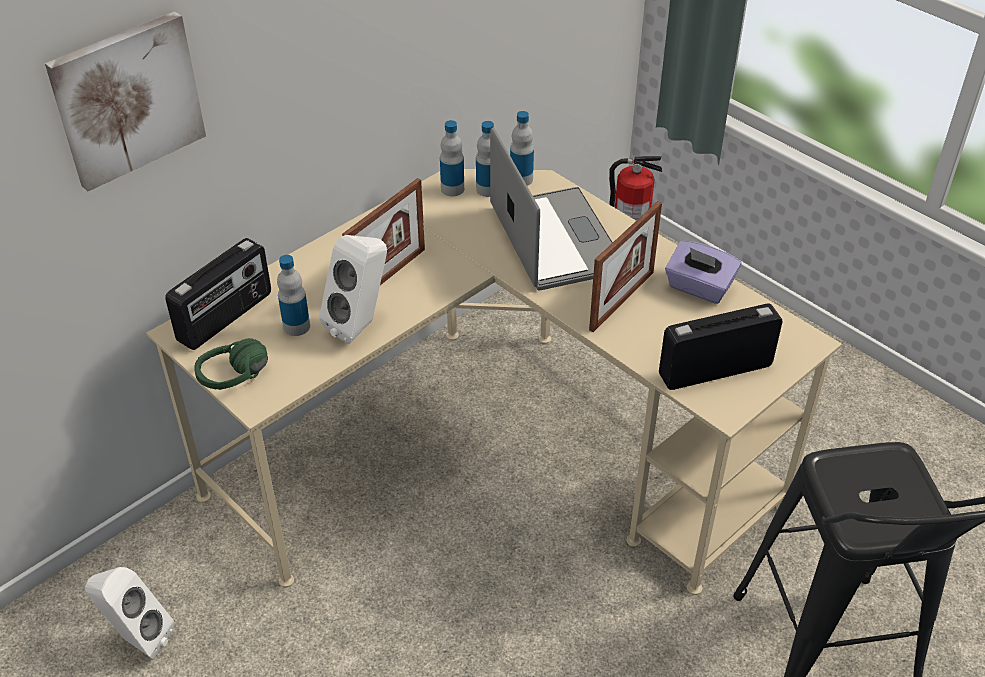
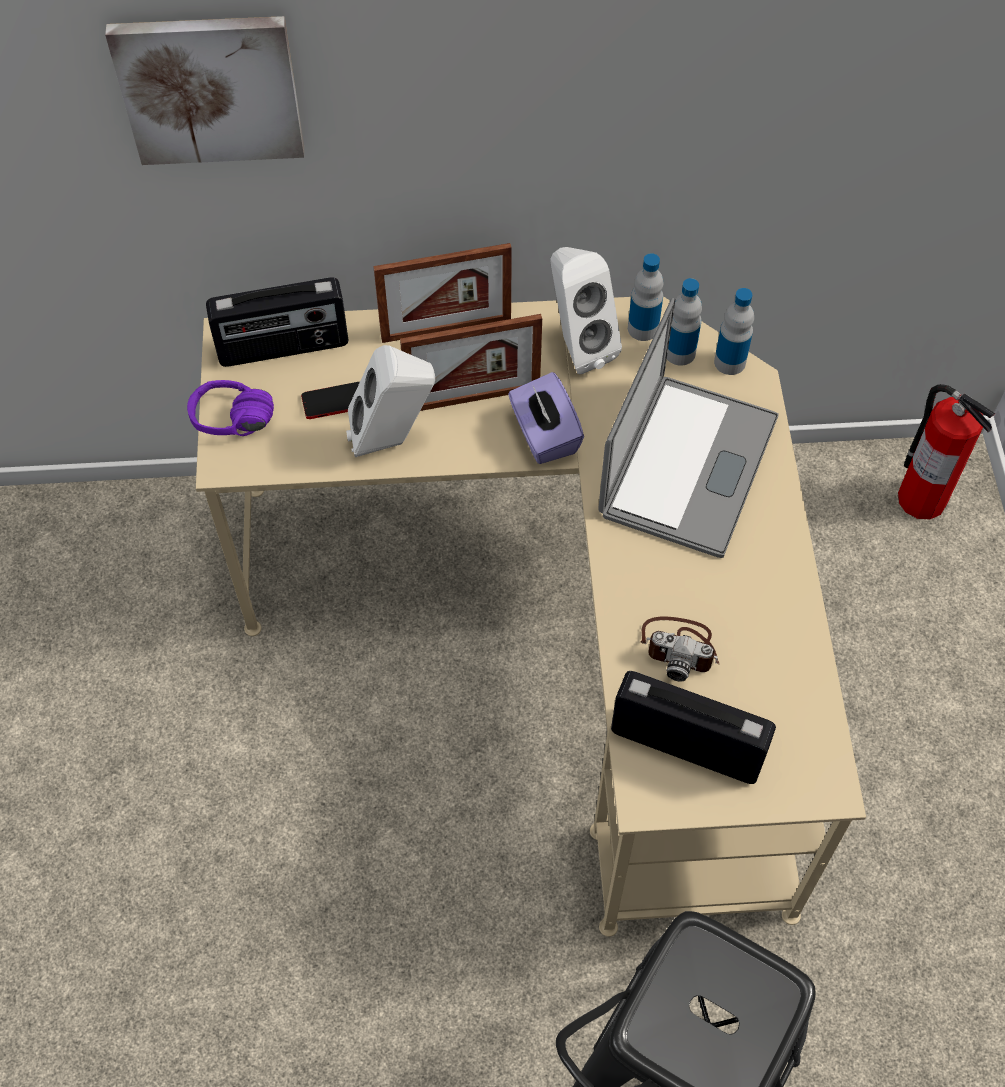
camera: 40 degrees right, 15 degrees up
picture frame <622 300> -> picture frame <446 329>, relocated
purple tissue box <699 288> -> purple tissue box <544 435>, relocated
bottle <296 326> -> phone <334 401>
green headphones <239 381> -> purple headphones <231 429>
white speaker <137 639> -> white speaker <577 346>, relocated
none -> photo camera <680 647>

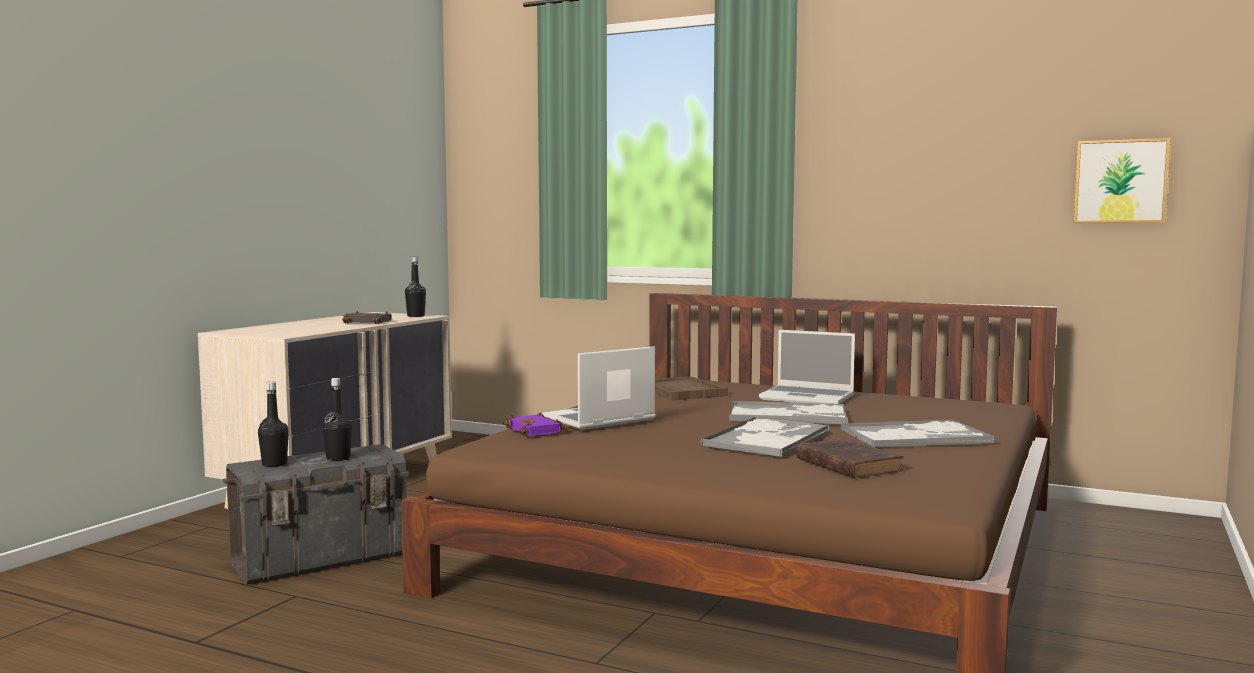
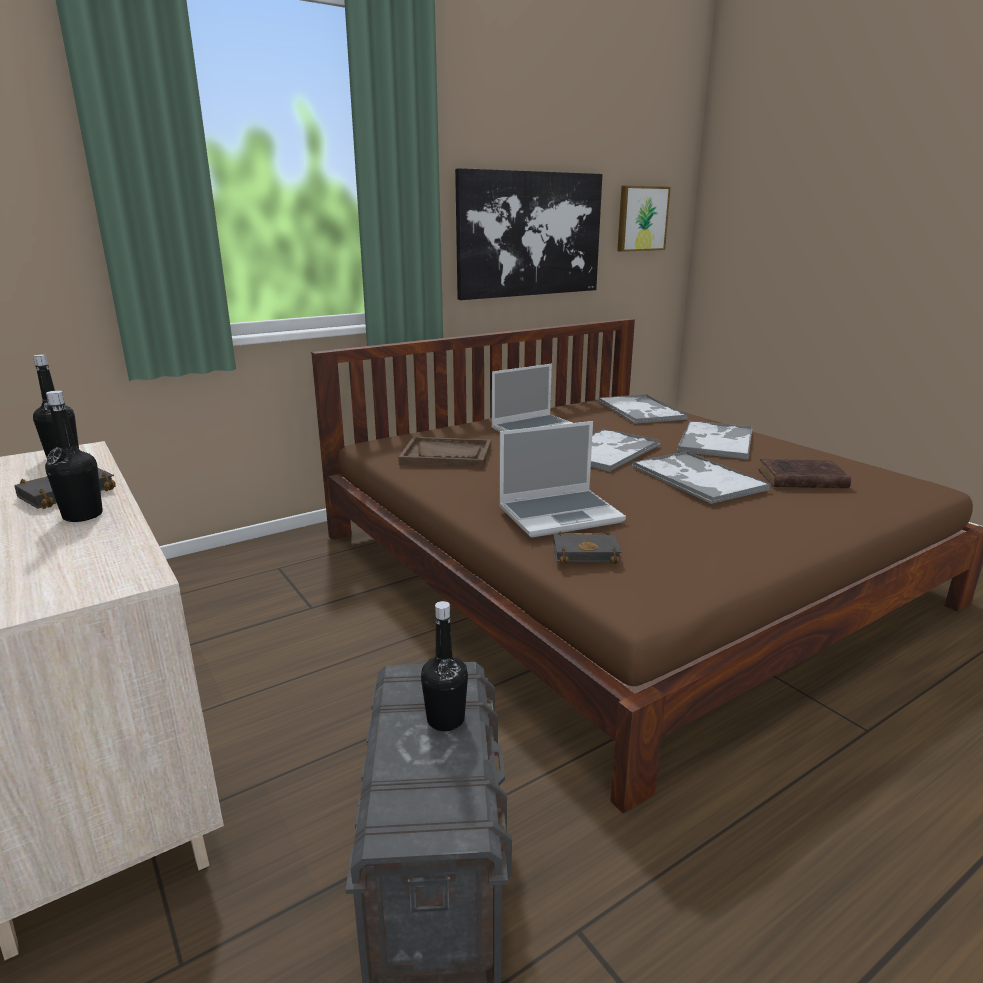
camera: 60 degrees left, 15 degrees up
laptop <598 420> -> laptop <561 514>, 105 degrees counterclockwise
black bottle <274 464> -> black bottle <83 515>, relocated
purple book <536 430> -> black book <587 552>
none -> picture <530 234>
none -> tray <641 410>

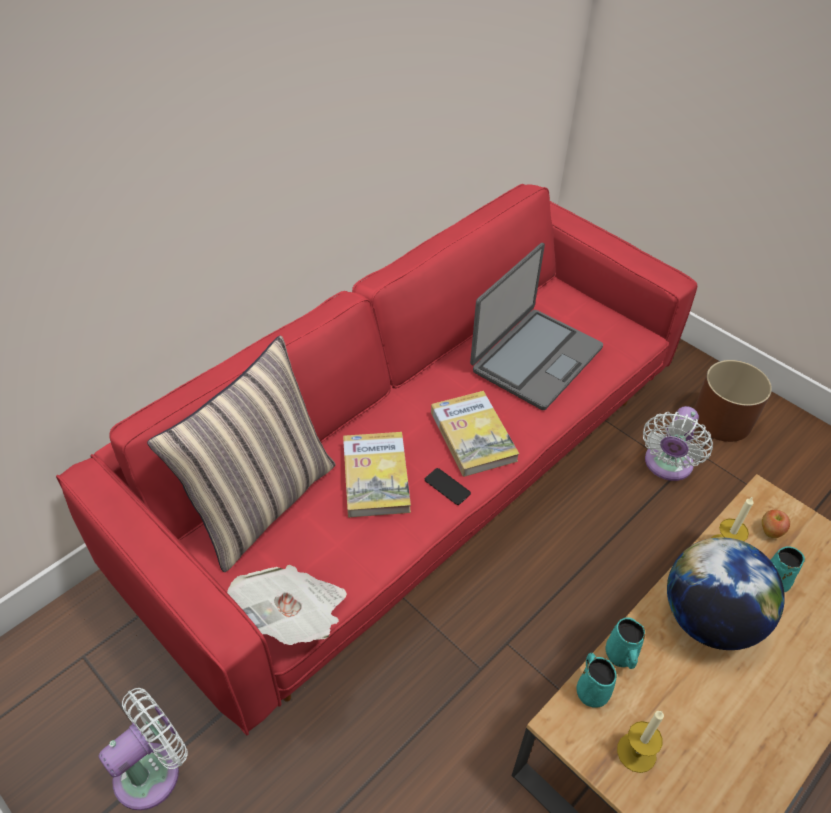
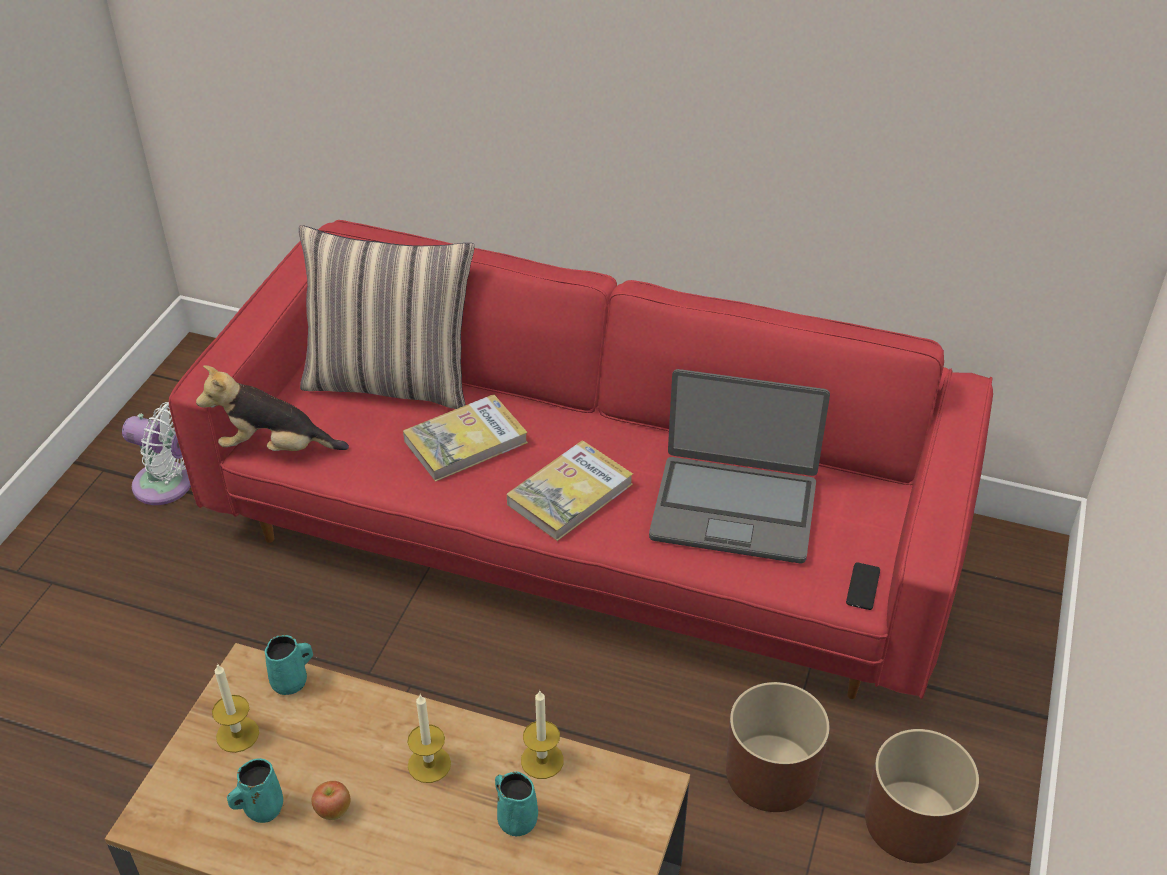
camera: 65 degrees right, 5 degrees down
white fan <666 466> -> brown planter <772 773>
phone <447 487> -> phone <863 586>, relocated
apple <770 531> -> apple <333 810>, relocated
globe <708 619> -> candle <429 764>
newspaper <293 616> -> plush toy <276 448>
turquoise mug <620 656> -> turquoise mug <261 808>, relocated

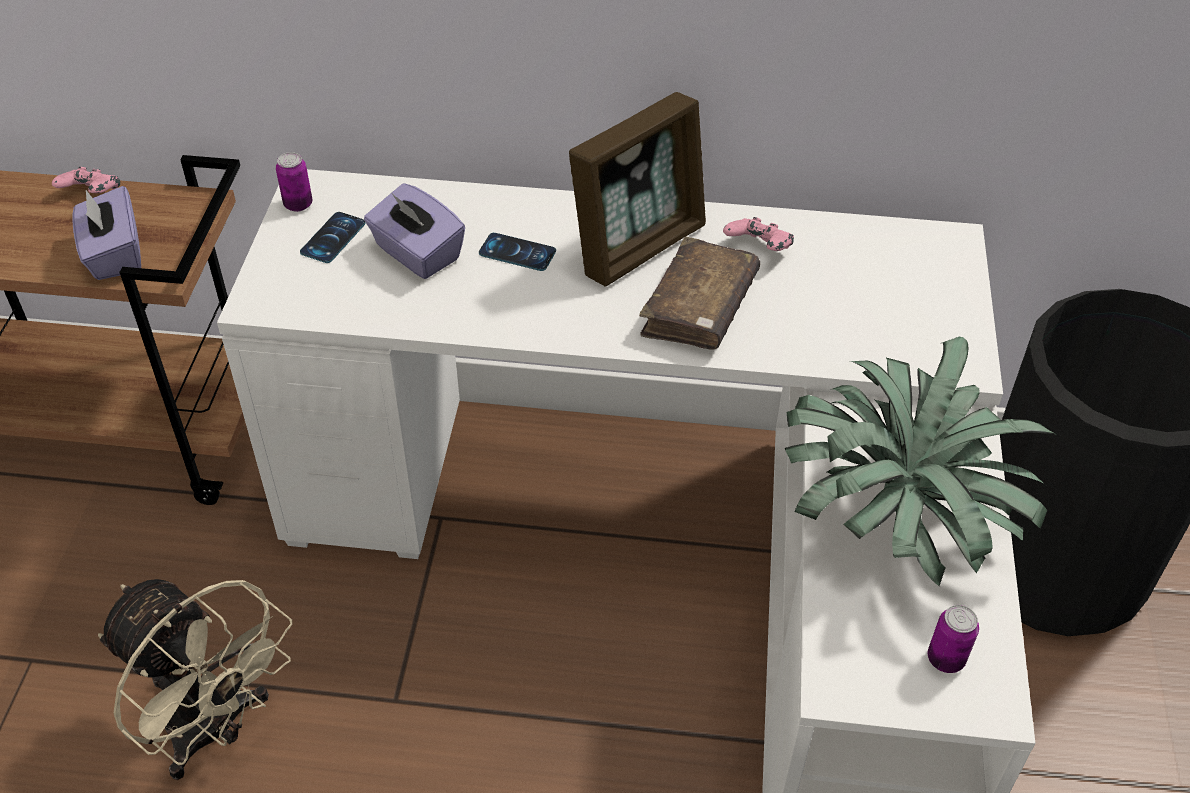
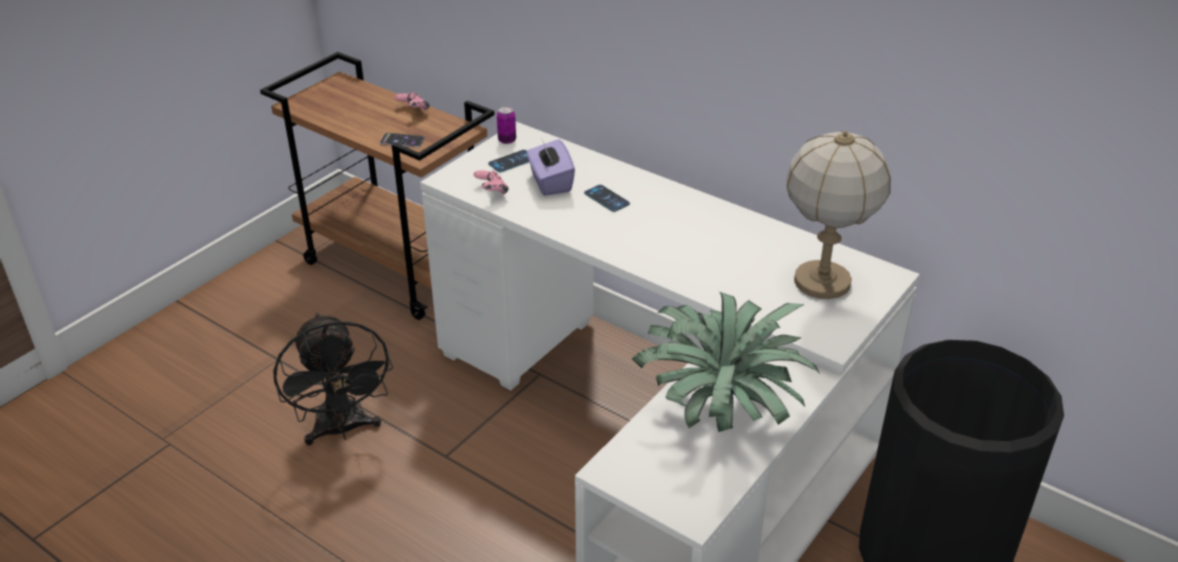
camera: 30 degrees right, 10 degrees down
picture frame <639 246> -> none
purple tissue box <114 255> -> phone <402 140>
pink game controller <758 250> -> pink game controller <491 192>, relocated
brown book <699 308> -> none
beige fan <215 730> -> black fan <342 430>
can <945 659> -> none
none -> table lamp <823 282>

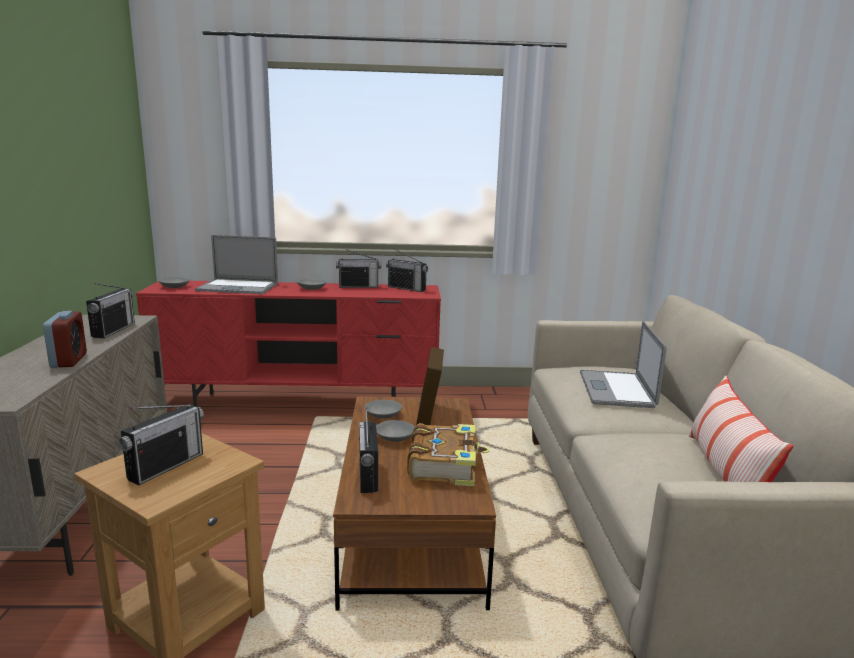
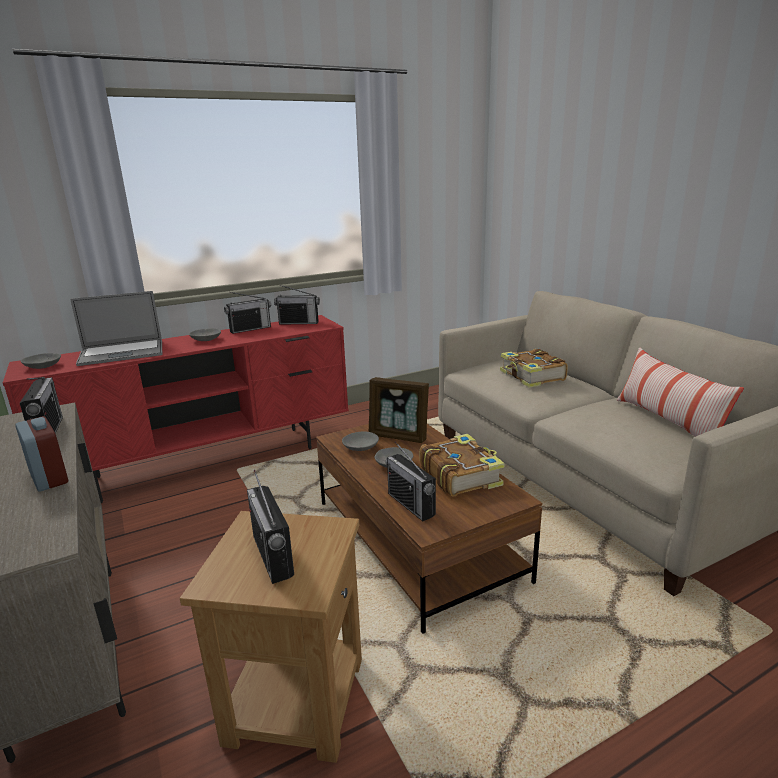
camera: 25 degrees left, 5 degrees up
laptop <616 389> -> book <532 377>
picture frame <429 415> -> picture frame <399 436>, 45 degrees counterclockwise
radio <166 466> -> radio <272 556>, 150 degrees clockwise

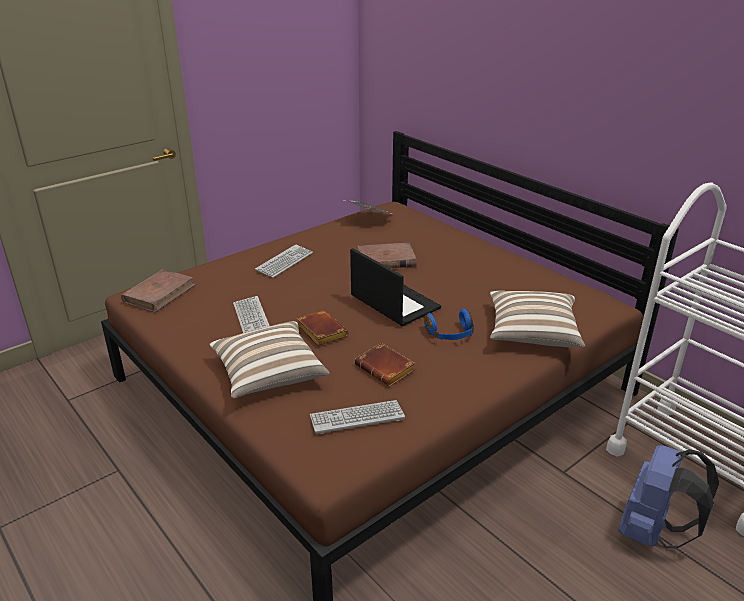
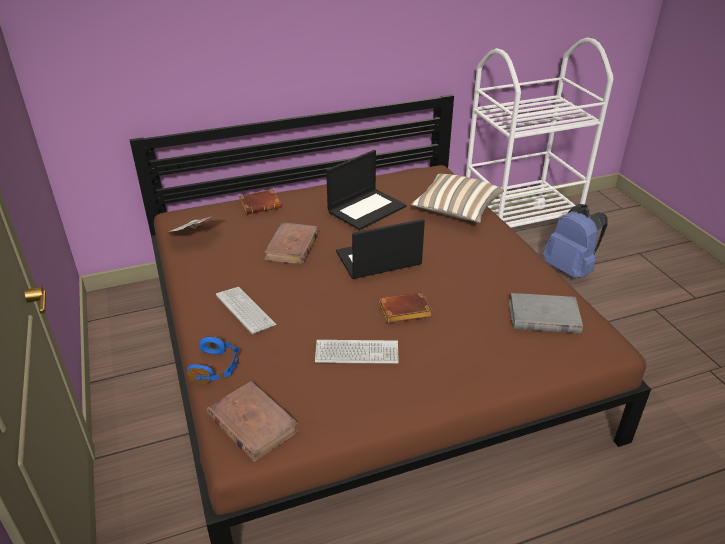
camera: 70 degrees left, 5 degrees up
blue headphones <450 334> -> blue headphones <216 368>, relocated
pillow <268 374> -> none
brown book <387 369> -> brown book <261 205>, relocated
keyboard <357 417> -> grey book <543 317>
none -> laptop <367 208>

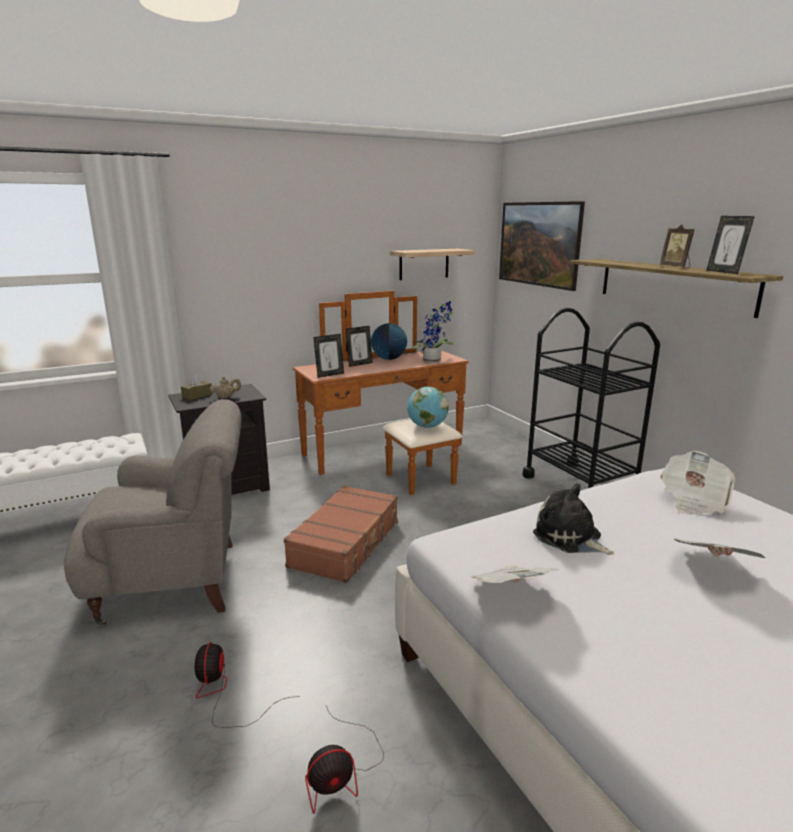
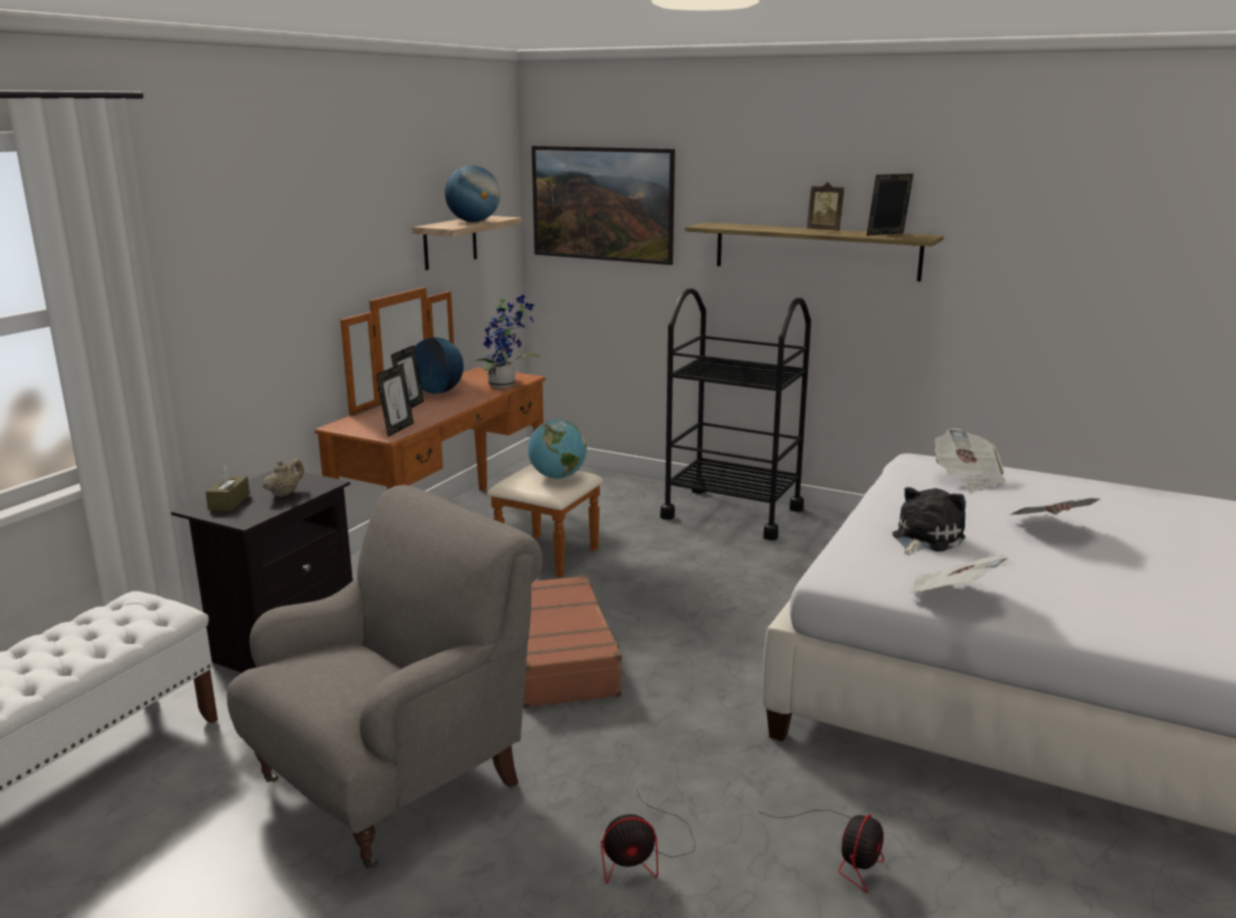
camera: 35 degrees left, 0 degrees up
picture frame <724 272> -> picture frame <887 234>, 120 degrees clockwise
plush toy <570 538> -> plush toy <924 539>, 120 degrees clockwise
fan <224 694> -> fan <643 854>, 60 degrees counterclockwise
none -> globe <473 221>

